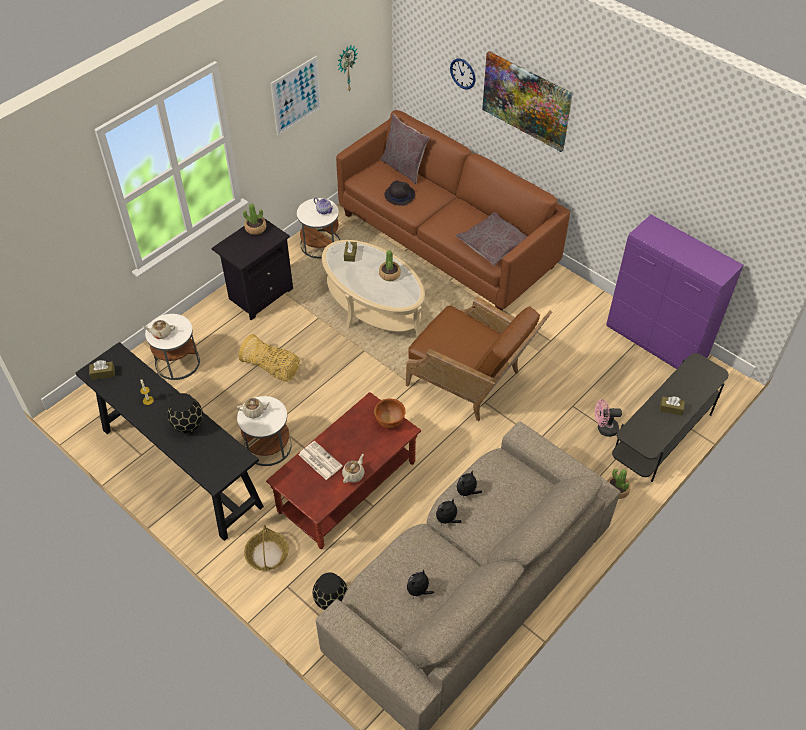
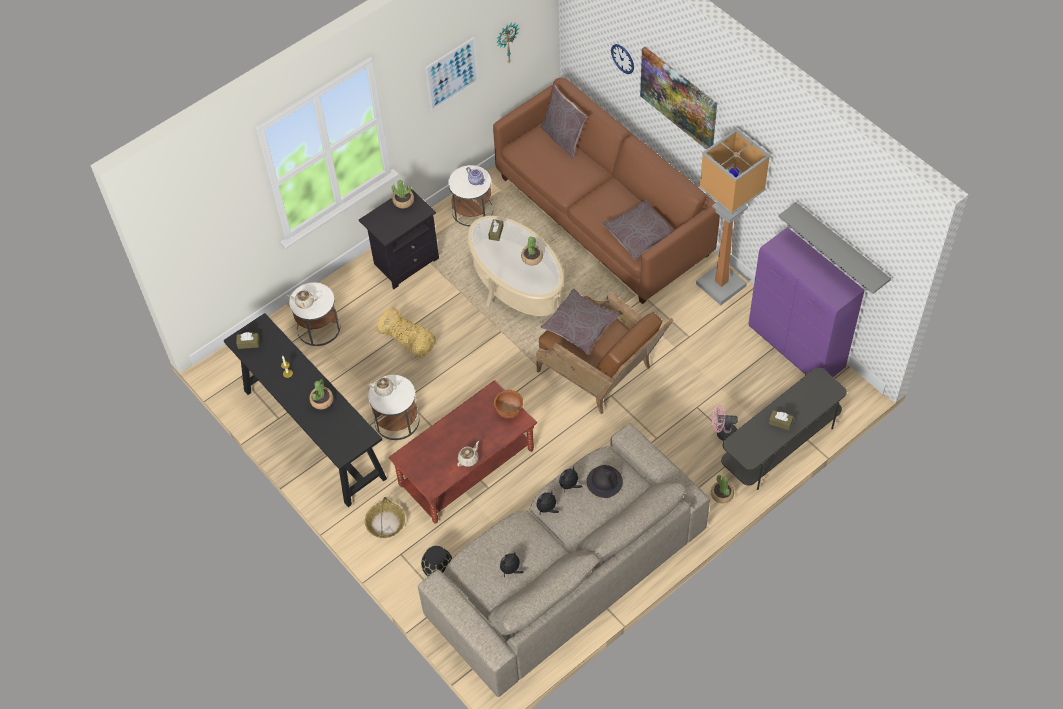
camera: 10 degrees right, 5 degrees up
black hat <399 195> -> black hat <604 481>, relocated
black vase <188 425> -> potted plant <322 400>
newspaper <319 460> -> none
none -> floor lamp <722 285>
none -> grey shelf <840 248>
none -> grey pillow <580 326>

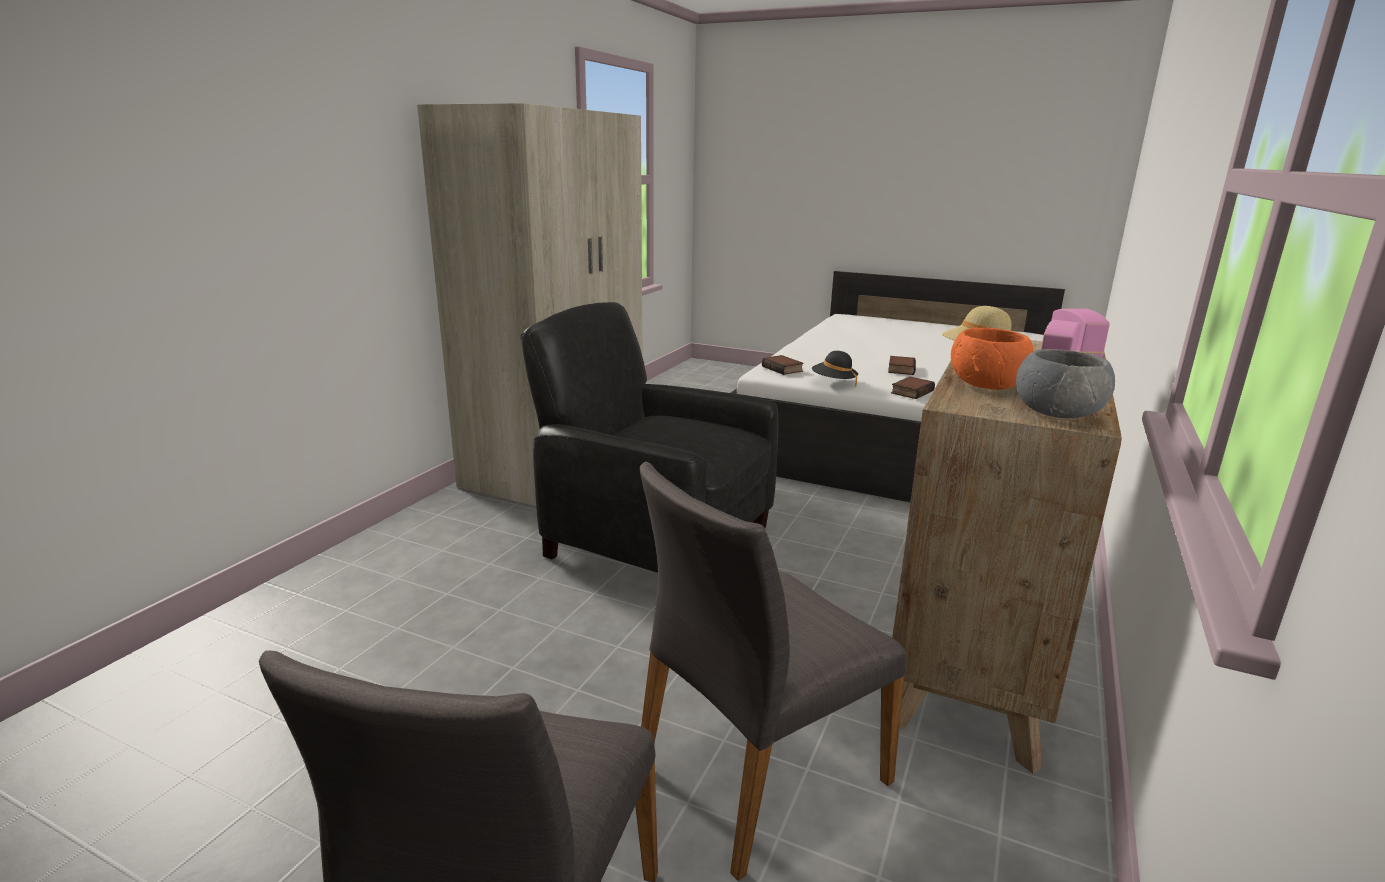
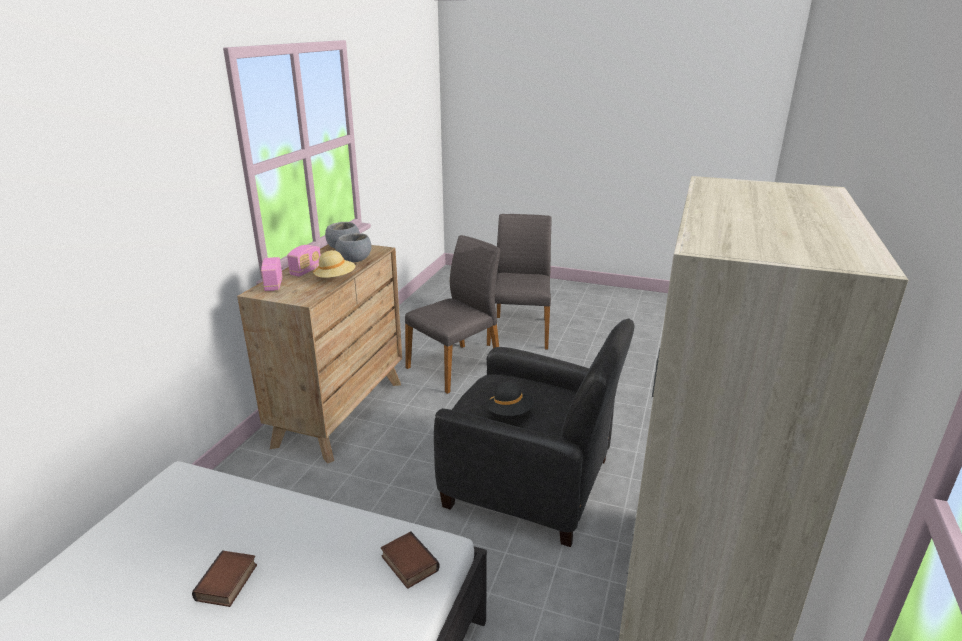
camera: 175 degrees right, 5 degrees up
orange bowl <986 385> -> grey bowl <354 260>
black hat <833 382> -> black hat <510 413>, relocated
book <911 391> -> none

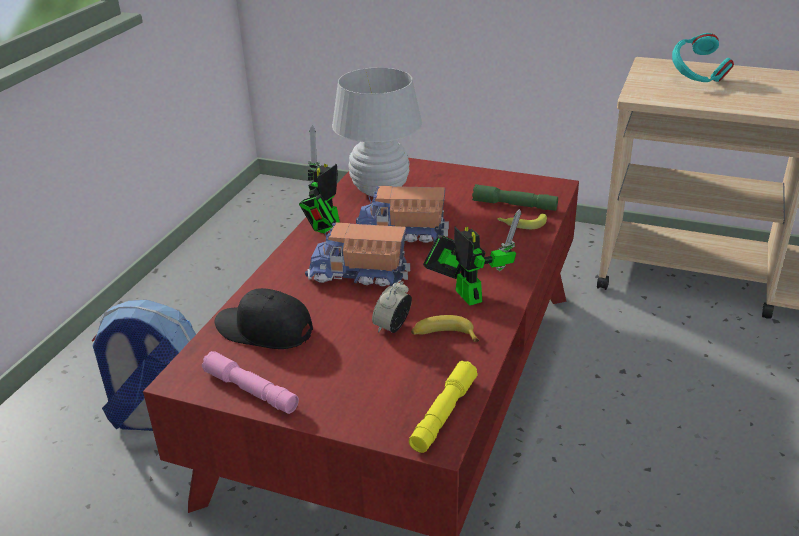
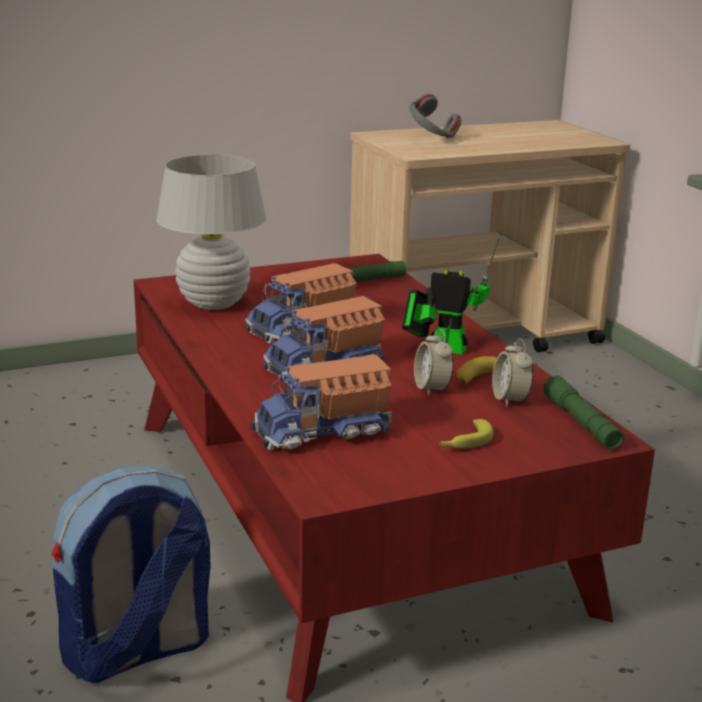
camera: 45 degrees left, 10 degrees down
turquoise headphones <696 79> -> grey headphones <432 139>
toy robot <324 228> -> none
banana <521 224> -> banana <464 442>, relocated
black cap <264 330> -> toy truck <324 431>
pink flashlight <251 391> -> none
yellow flashlight <443 414> -> green flashlight <581 423>
none -> alarm clock <510 399>

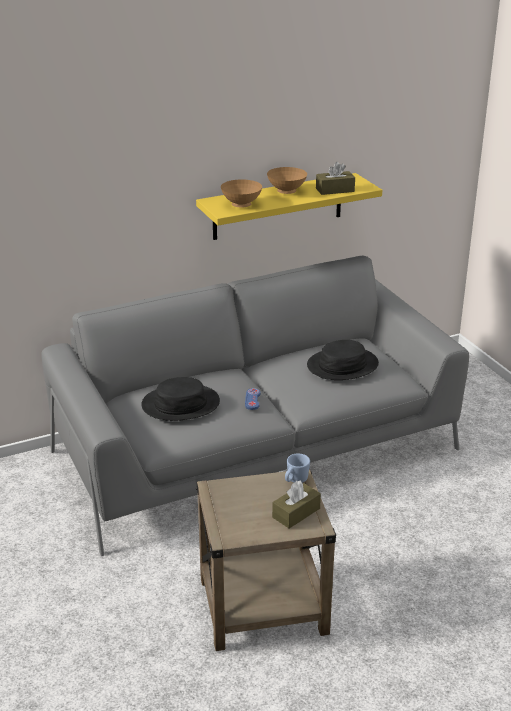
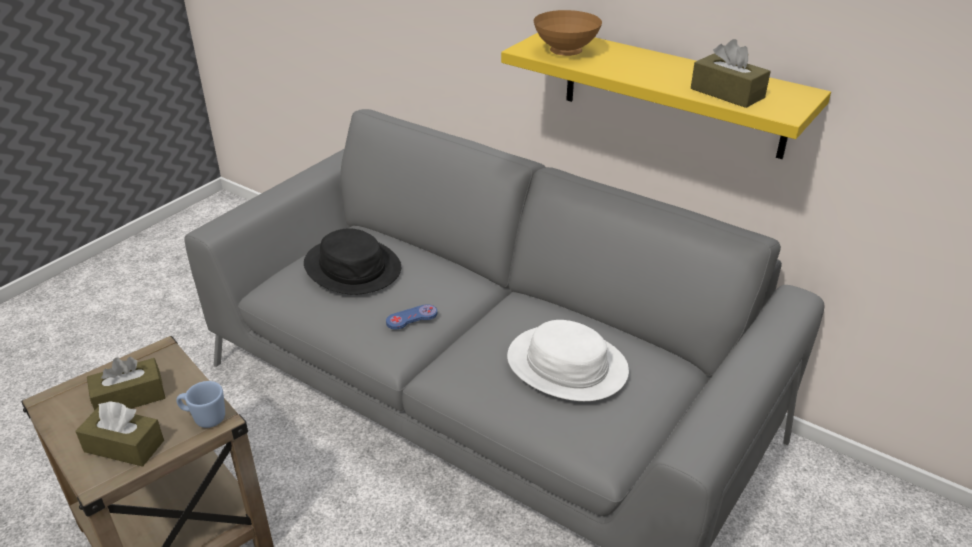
camera: 60 degrees right, 5 degrees up
brown bowl <287 192> -> none
black hat <342 365> -> white hat <566 365>
none -> brown tissue box <130 398>

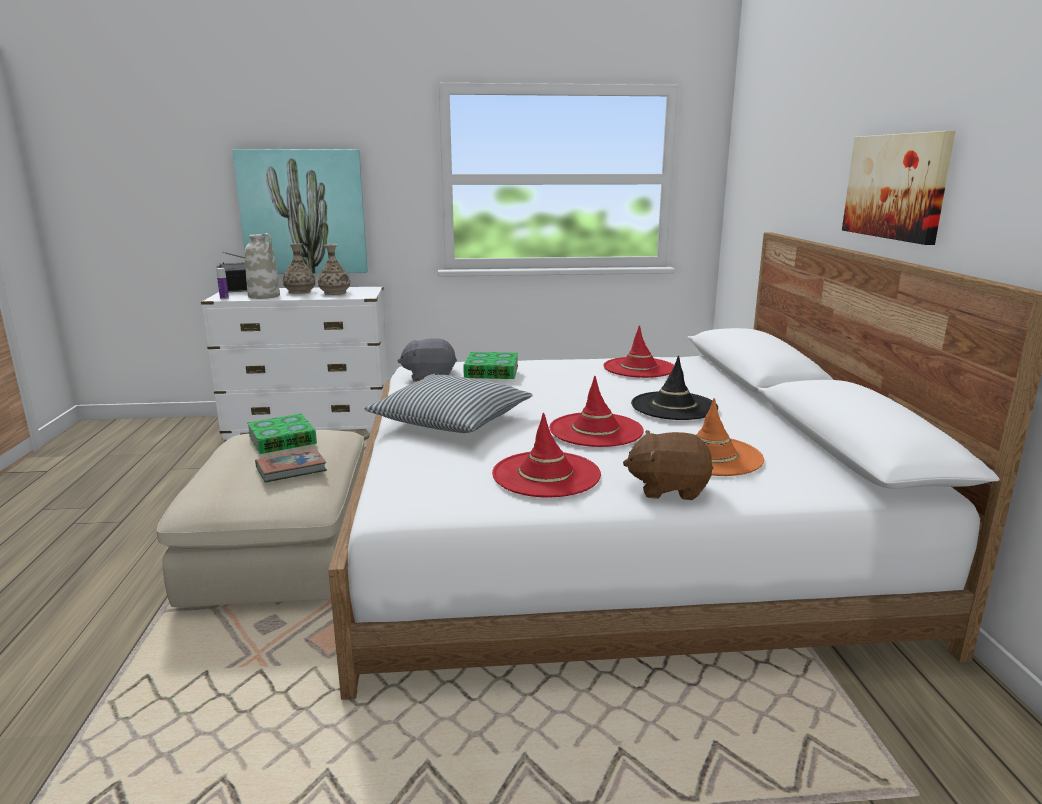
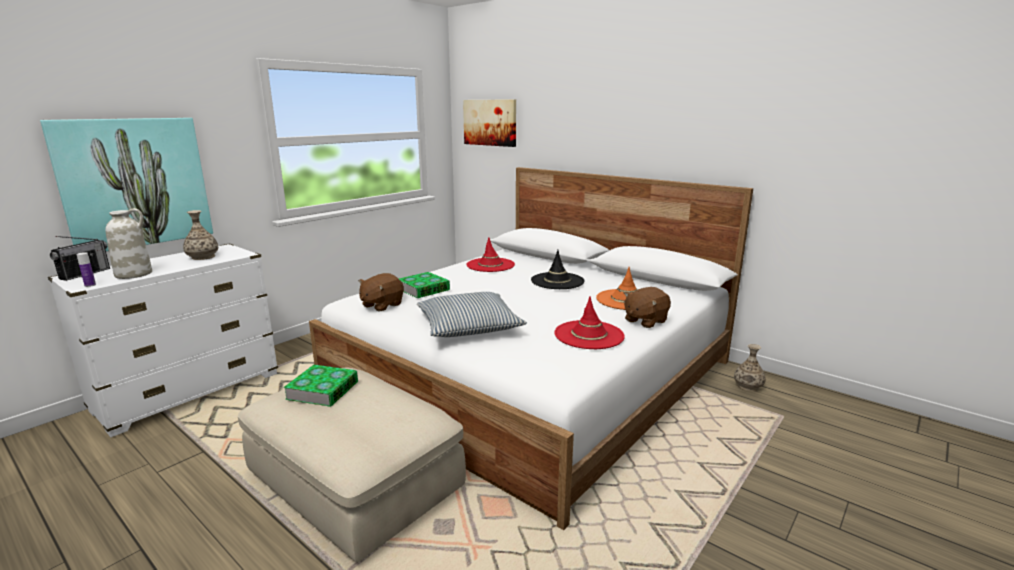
camera: 45 degrees left, 0 degrees up
picture <896 186> -> picture <490 122>, relocated
vase <300 292> -> vase <748 386>, relocated
grey plush toy <429 376> -> brown plush toy <381 305>
red hat <596 430> -> none
book <291 469> -> none

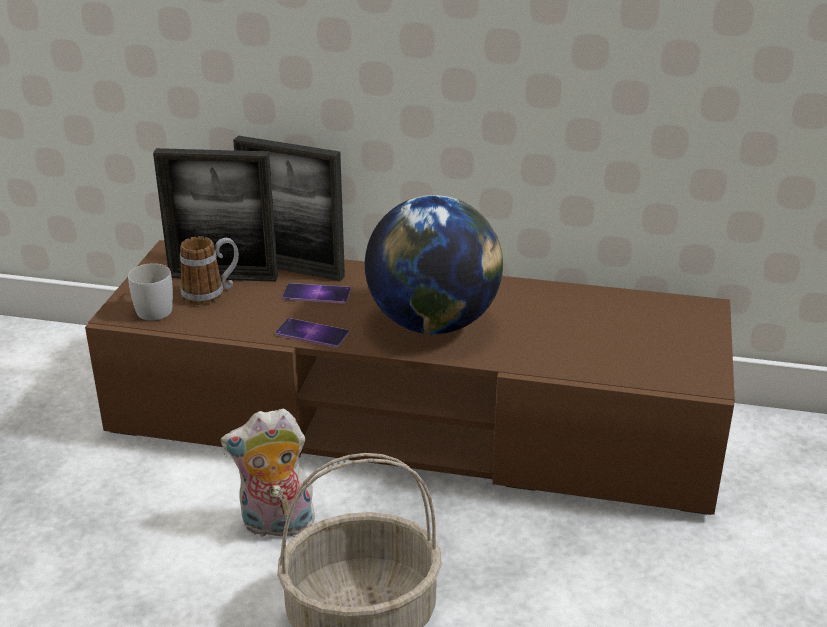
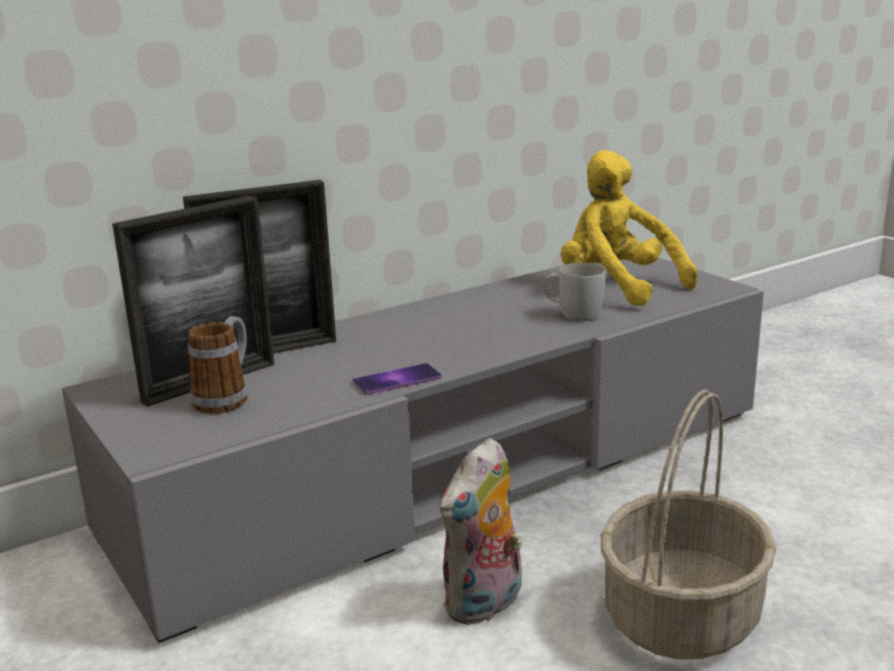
camera: 45 degrees left, 10 degrees down
globe <433 324> -> none
brown tv stand <413 422> -> grey tv stand <451 470>
white mug <153 307> -> white mug <572 313>, relocated
phone <317 294> -> none
none -> yellow plush toy <617 286>

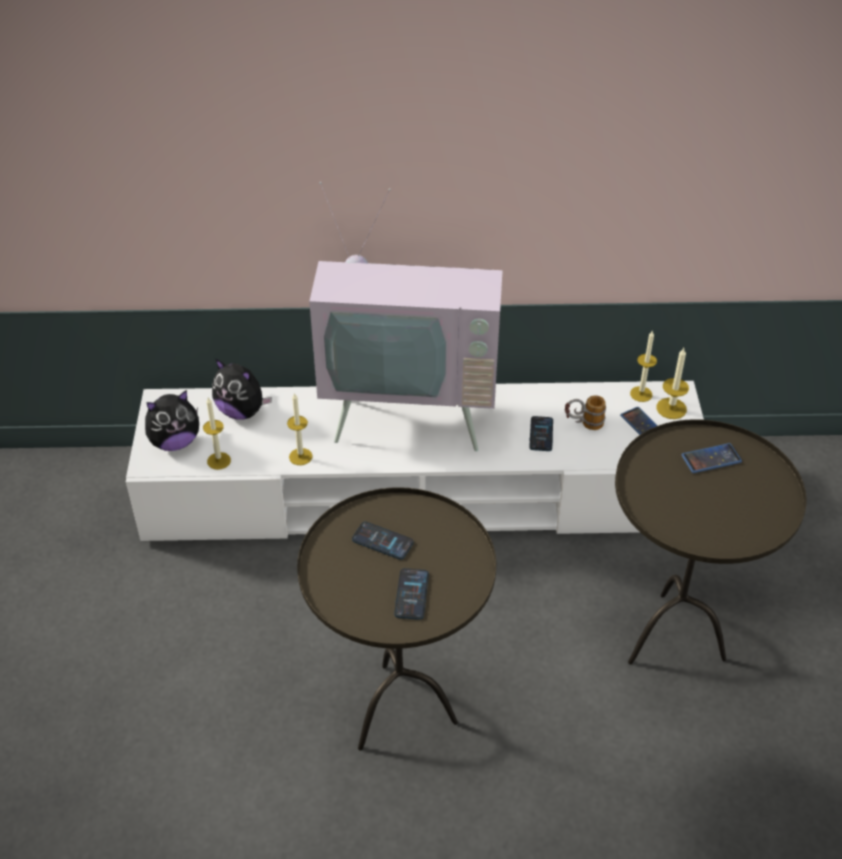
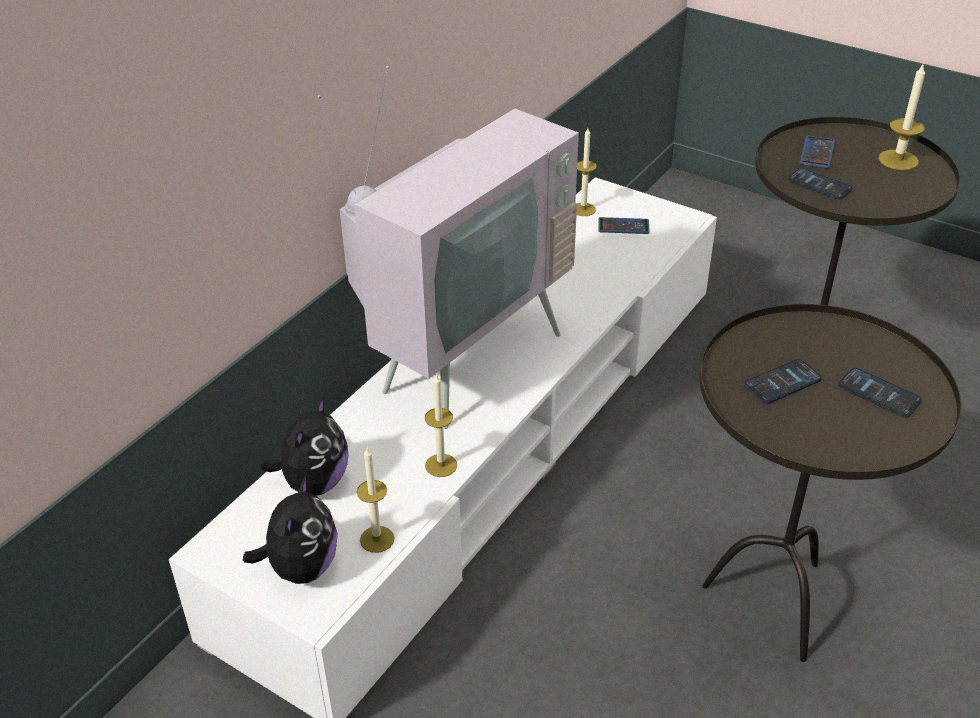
camera: 55 degrees left, 5 degrees down
candle <671 408> -> candle <898 160>, relocated
plush toy <242 411> -> plush toy <314 482>, 45 degrees counterclockwise
mug <583 424> -> none
phone <541 434> -> phone <819 185>, relocated

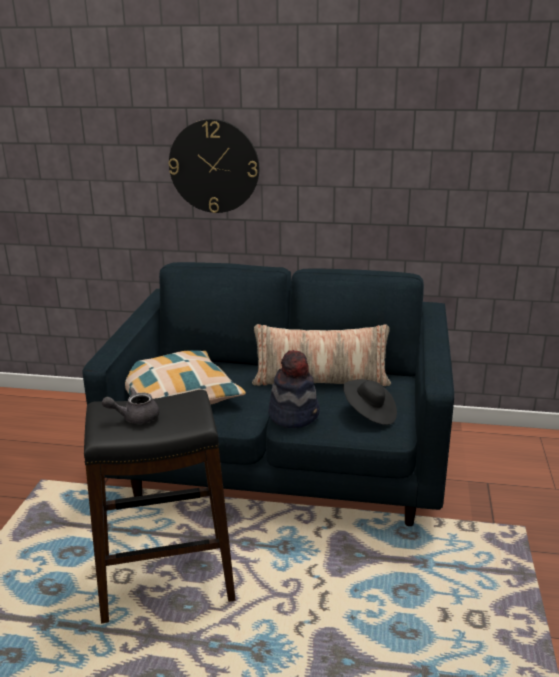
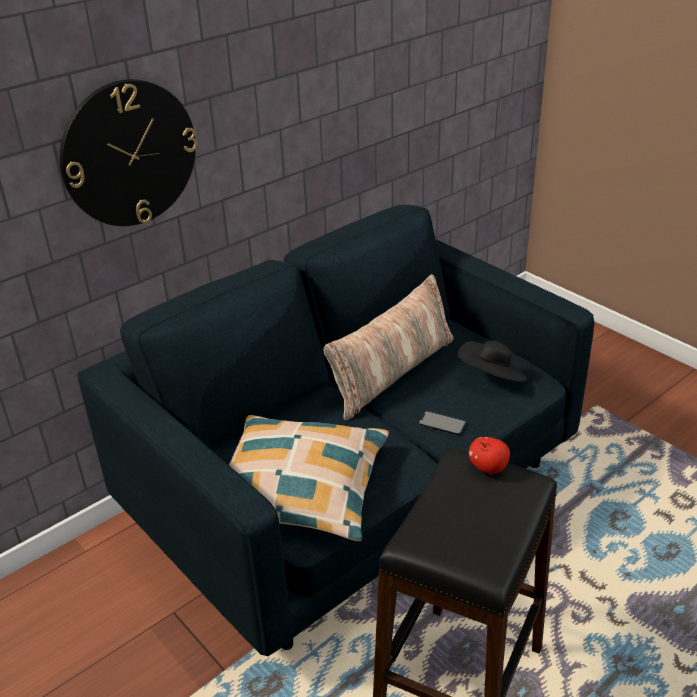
camera: 50 degrees left, 10 degrees up
hat <294 415> -> phone <442 423>
grey teapot <135 417> -> none
none -> apple <488 468>

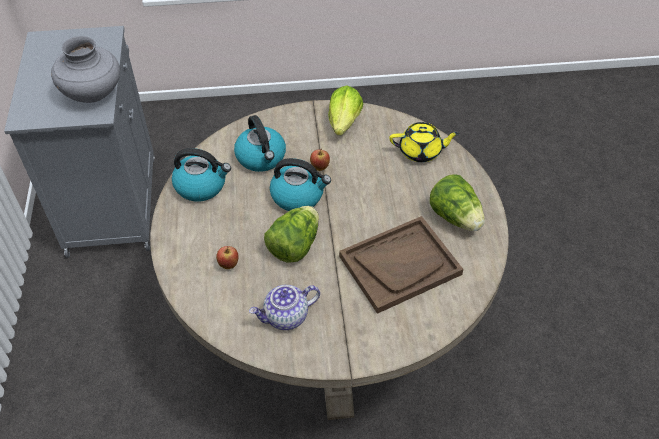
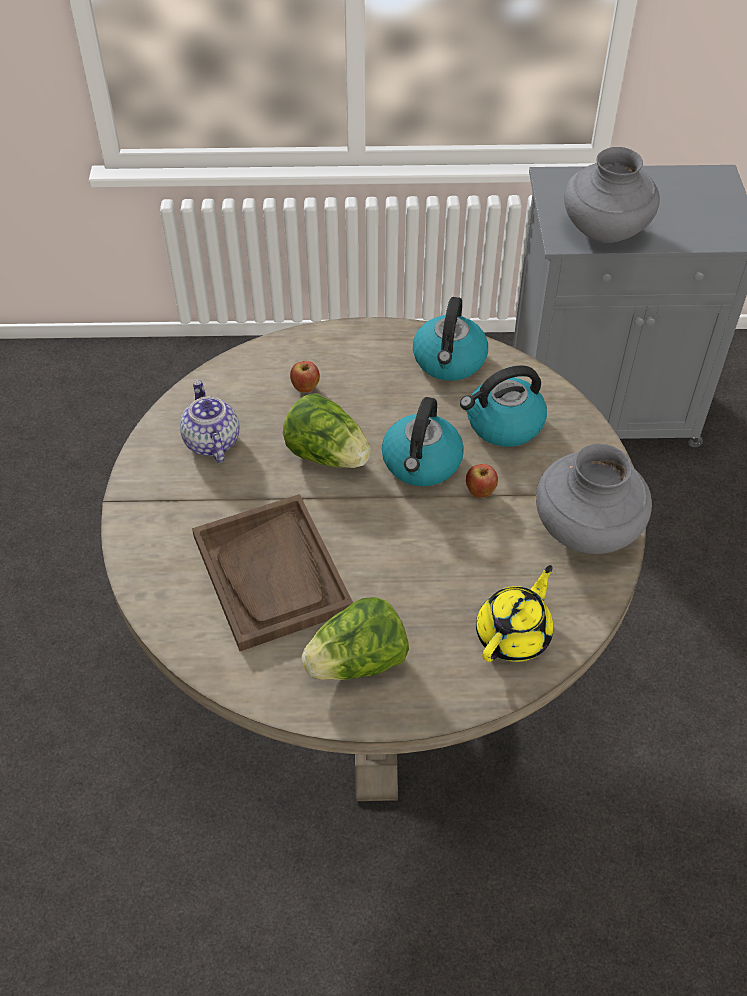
camera: 95 degrees right, 0 degrees up
lettuce <344 122> -> grey vase <586 531>
yellow teapot <421 152> -> yellow teapot <514 634>, 150 degrees counterclockwise

